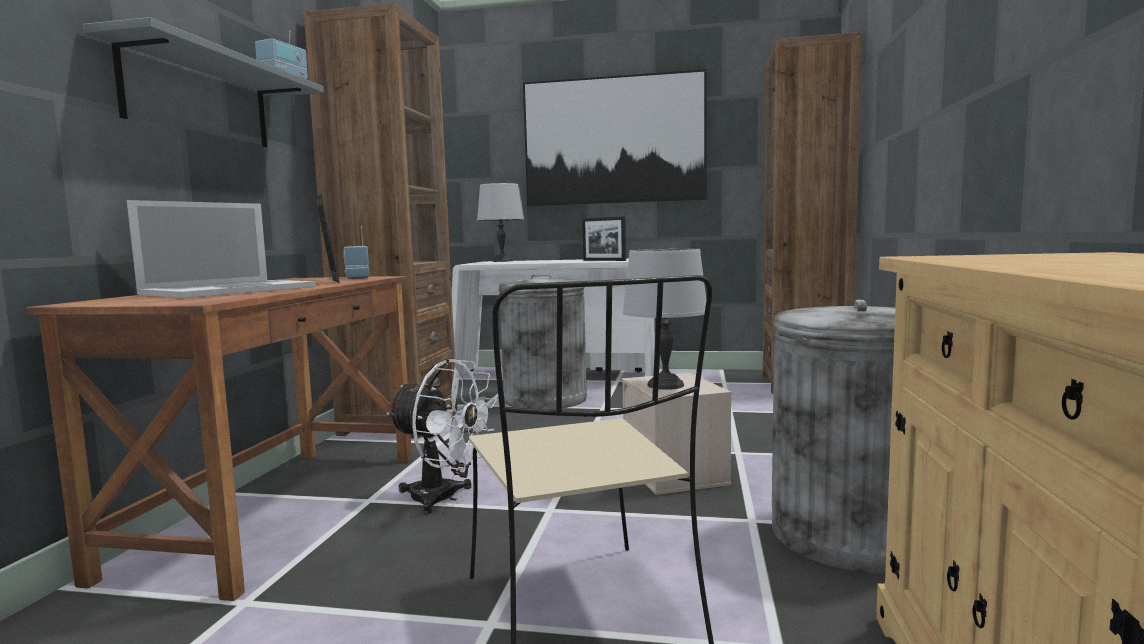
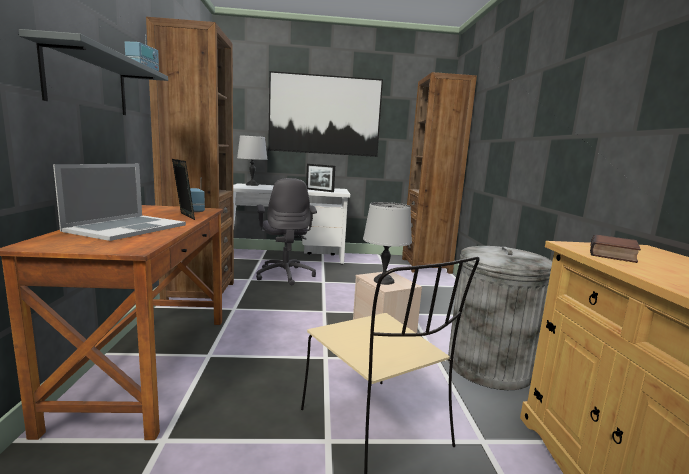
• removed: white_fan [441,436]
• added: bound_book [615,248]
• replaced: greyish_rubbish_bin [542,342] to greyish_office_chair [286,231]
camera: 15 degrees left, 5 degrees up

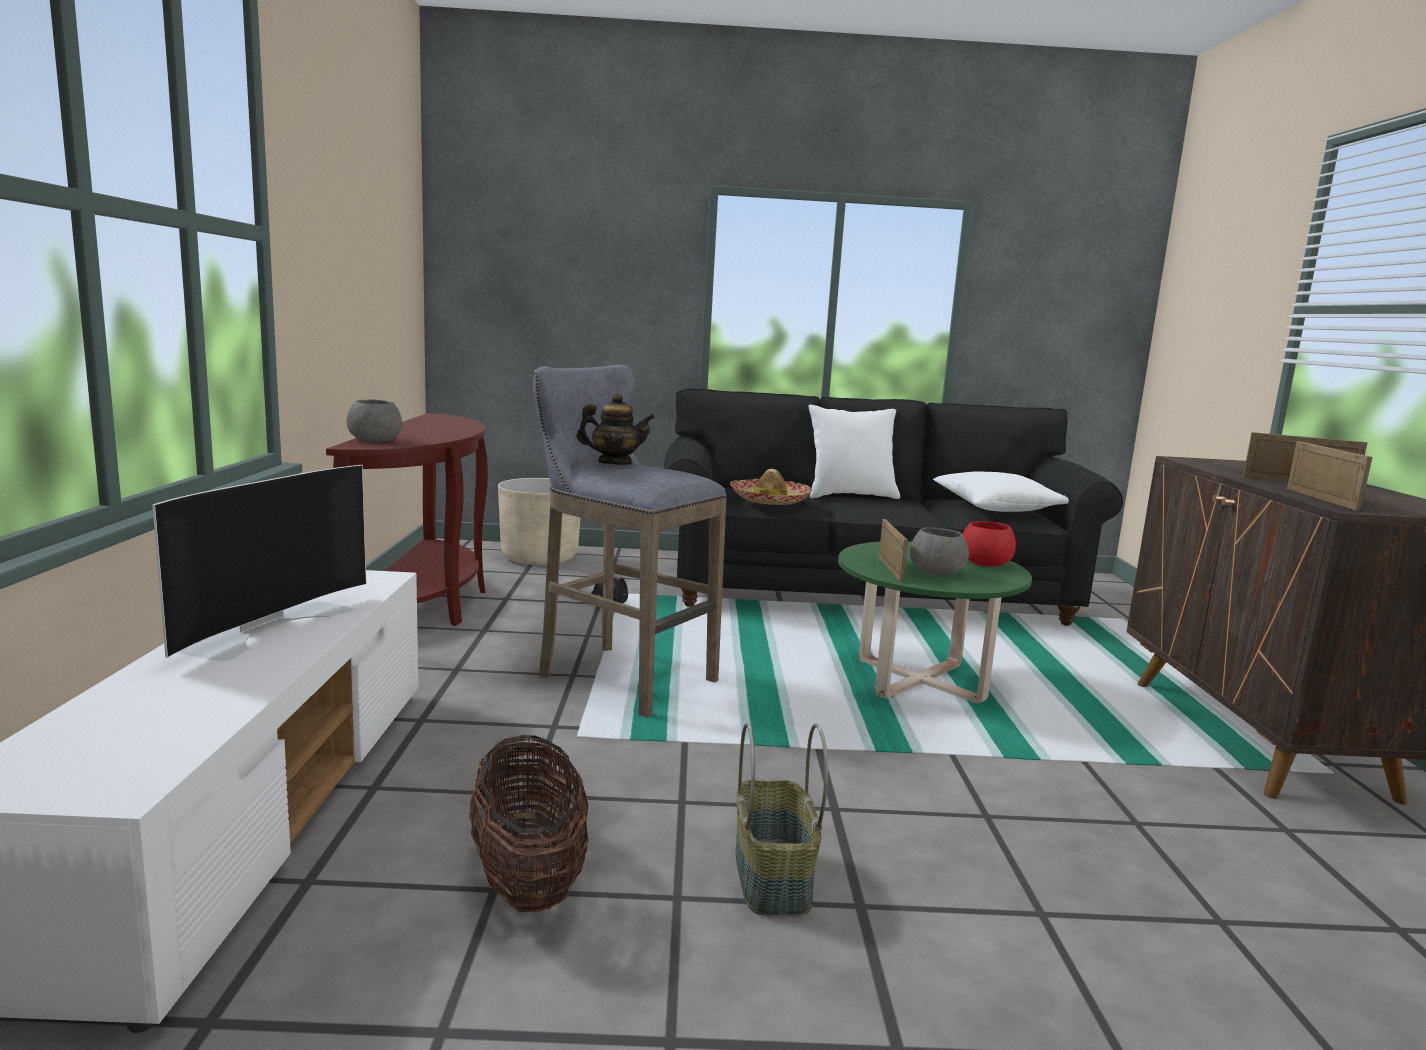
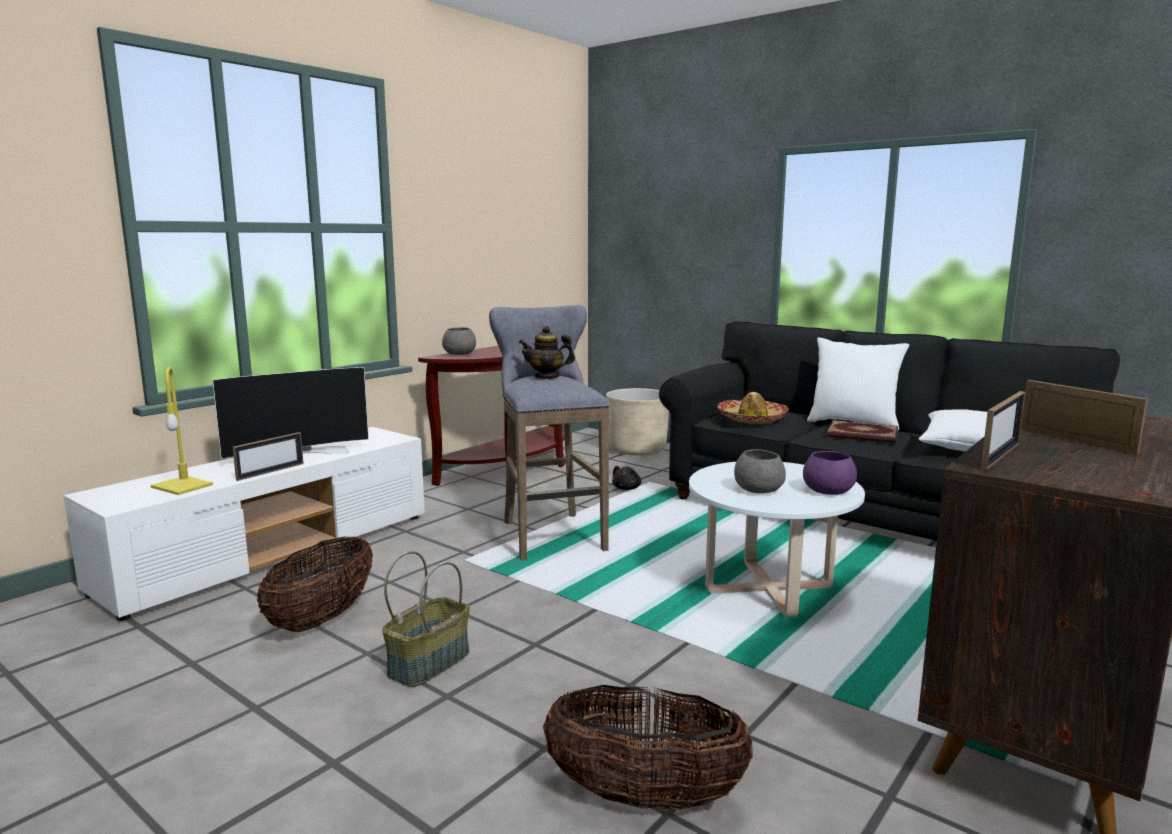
• added: yellow-coloured_tabletop_lamp [182,431]
• added: basket [648,747]
• added: bound_book [862,432]
• moved: picture_frame [893,550] to [268,456]
• recoloured: greenish_lounge_table [935,622] to white_lounge_table [777,539]
• recoloured: red-coloured_bowl [989,543] to purplish_bowl [830,473]
• turned: pot_for_tea [616,429] = [547,352] 135 degrees clockwise
camera: 40 degrees right, 0 degrees up

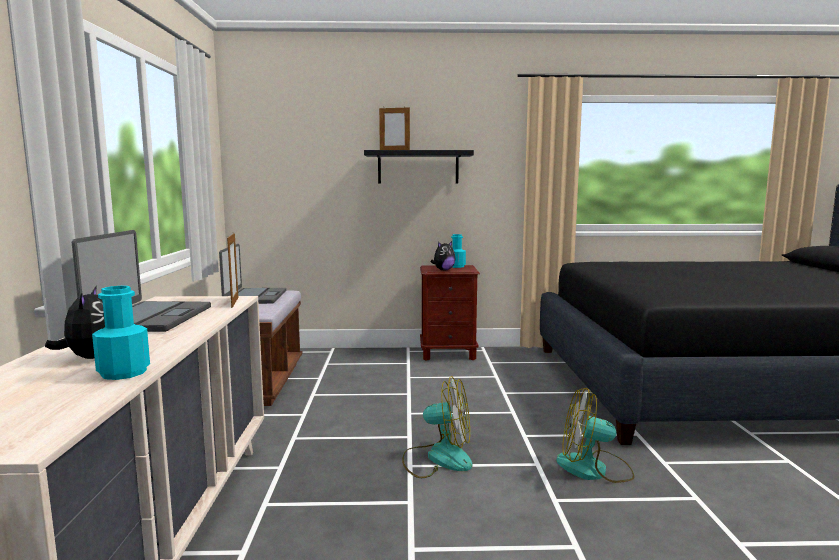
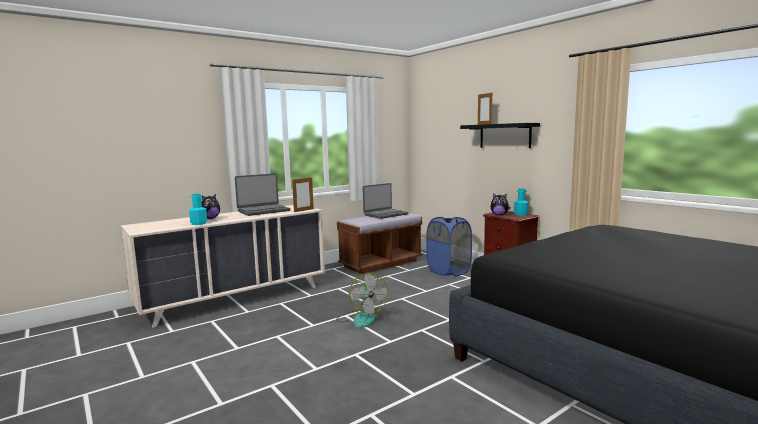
• removed: fan [596,435]
• added: bluish_laundry_basket [449,246]
camera: 55 degrees right, 0 degrees up

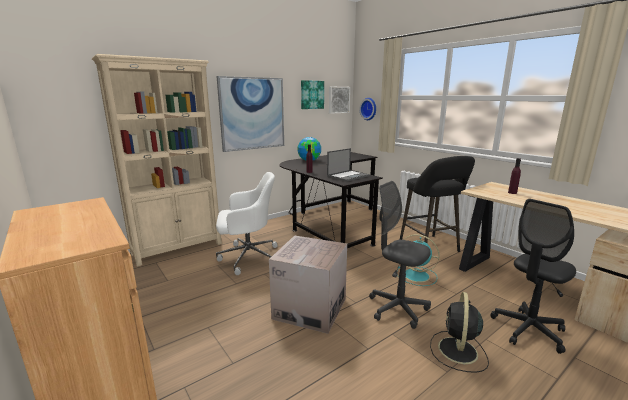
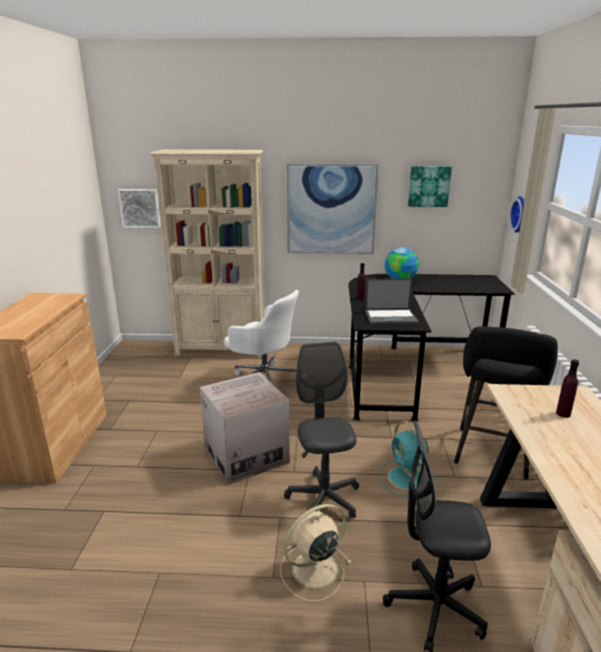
• moved: wall_picture [339,100] to [139,208]
• recoloured: black_fan [459,332] to sand-coloured_fan [316,553]
camera: 40 degrees right, 5 degrees up

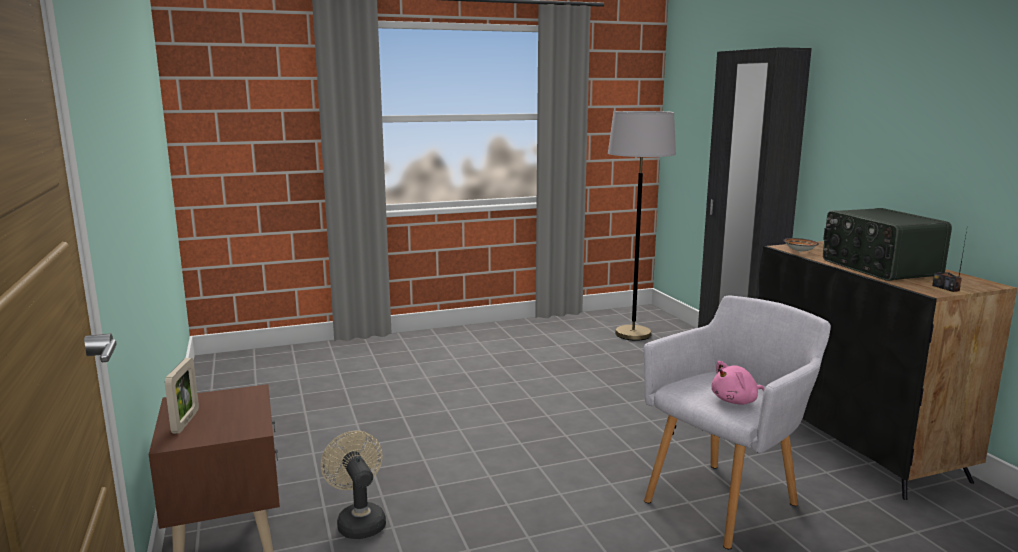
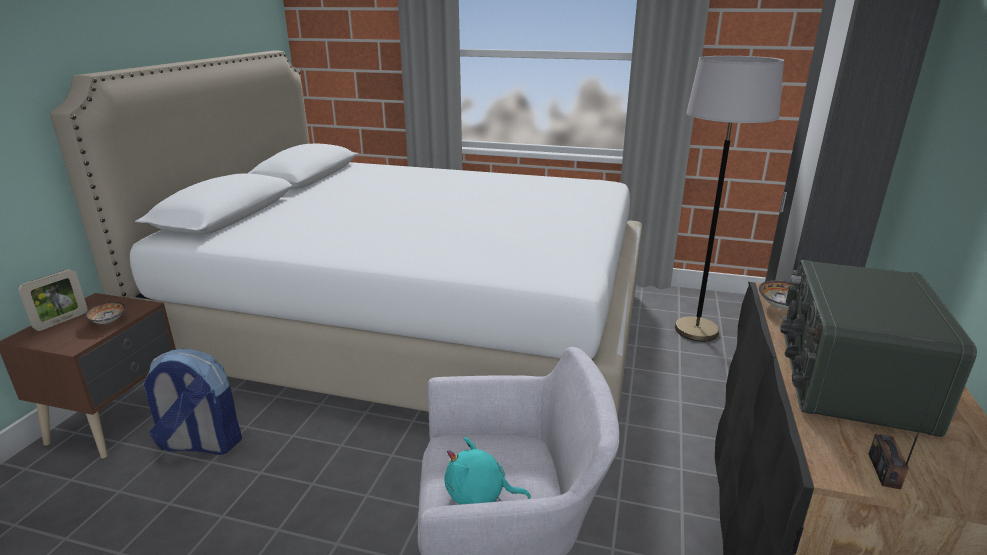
• added: white_bedroom_bed [346,234]
• added: bowl [105,313]
• replaced: sand-coloured_fan [353,485] to backpack [192,401]
• recoloured: pink-coloured_cuddly_toy [738,383] to blue-green_cuddly_toy [488,471]
camera: 35 degrees right, 10 degrees up

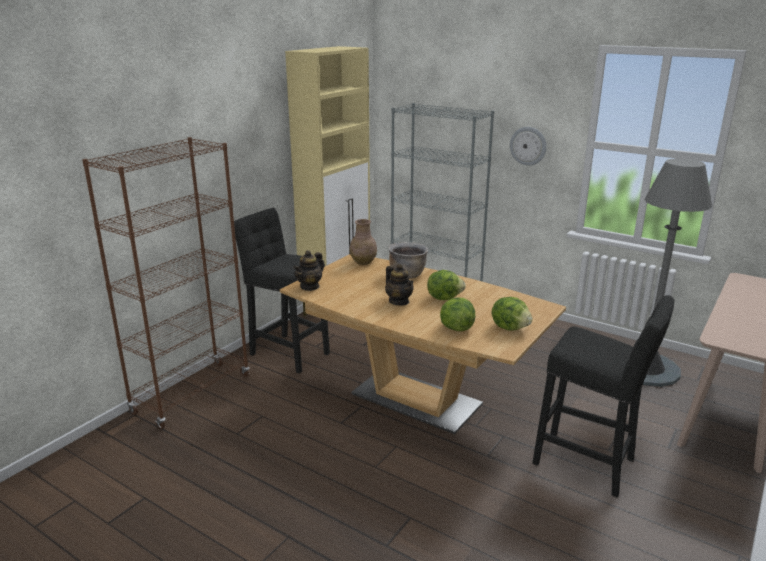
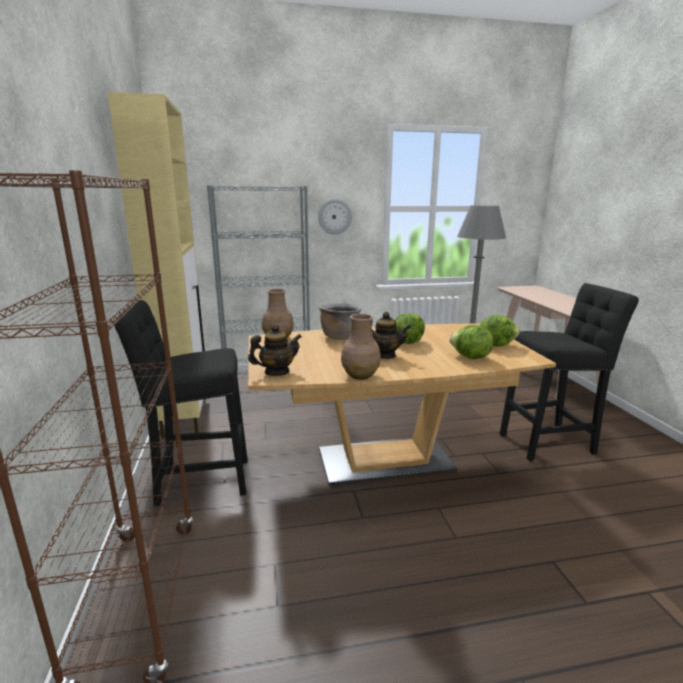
• added: brown-coloured_flower_vase [361,347]
• turned: pot_for_tea [308,270] = [275,350] 105 degrees counterclockwise
camera: 45 degrees left, 5 degrees down

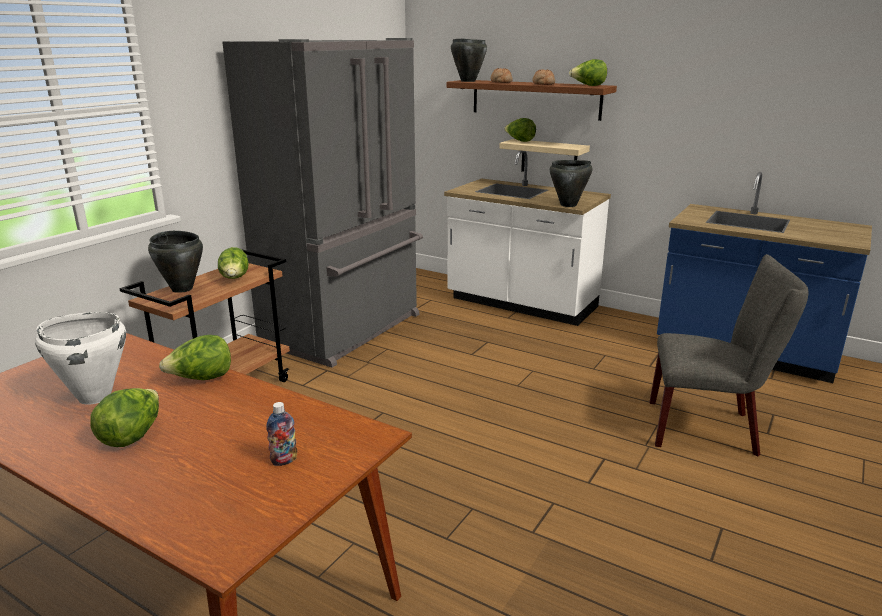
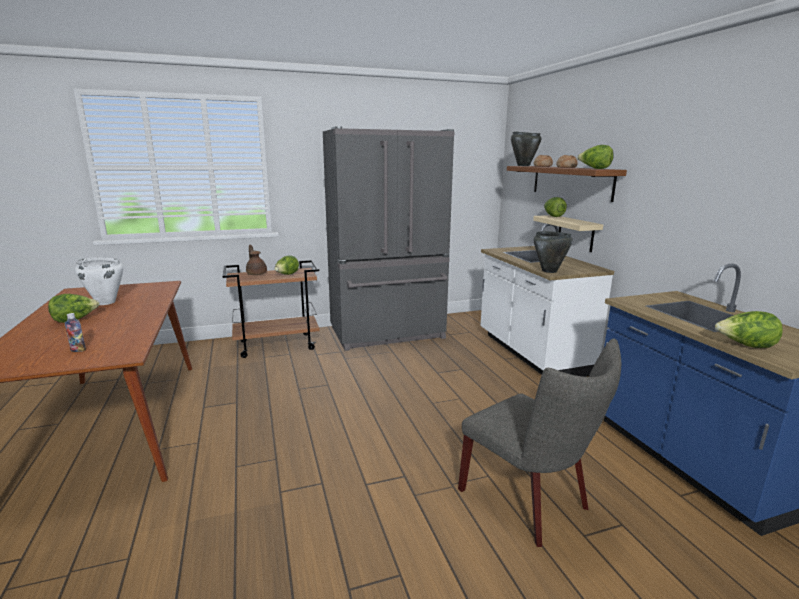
• moved: lettuce [195,357] to [749,329]
• replaced: black_stockpot [175,262] to brown-coloured_pot_for_tea [256,260]
camera: 40 degrees right, 5 degrees down

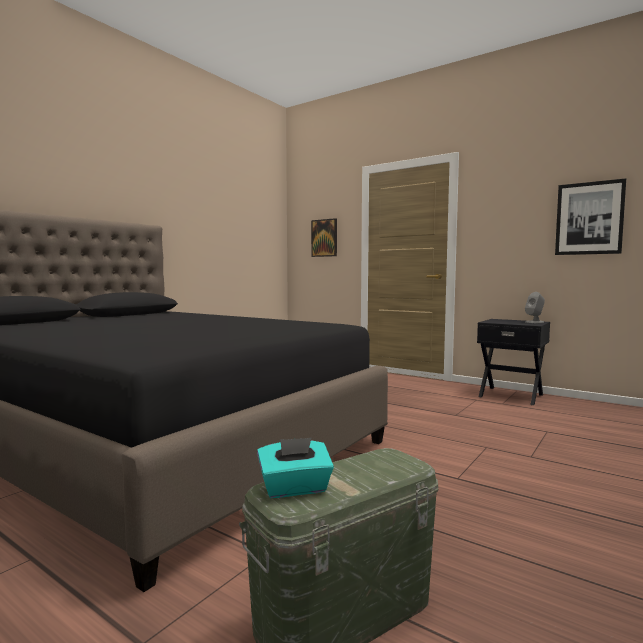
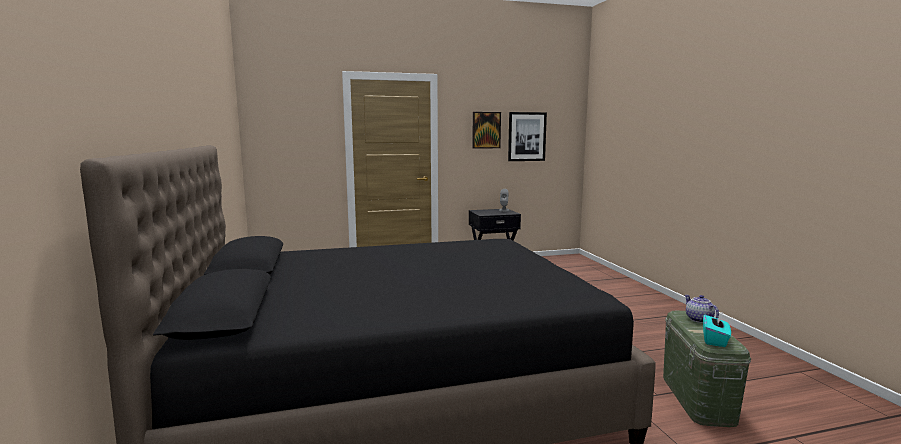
• added: pot_for_tea [702,309]
• moved: wall_picture [324,237] to [486,130]
camera: 50 degrees left, 5 degrees up

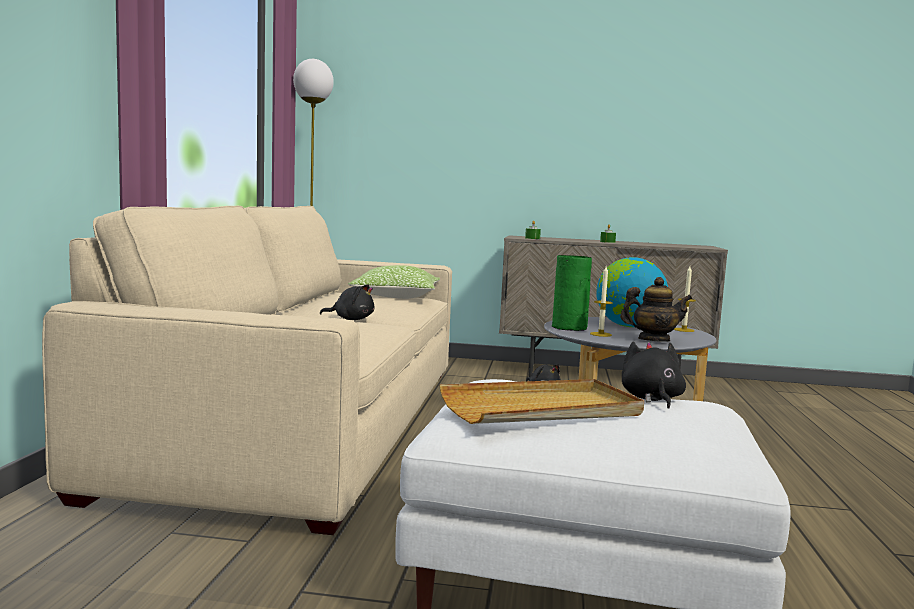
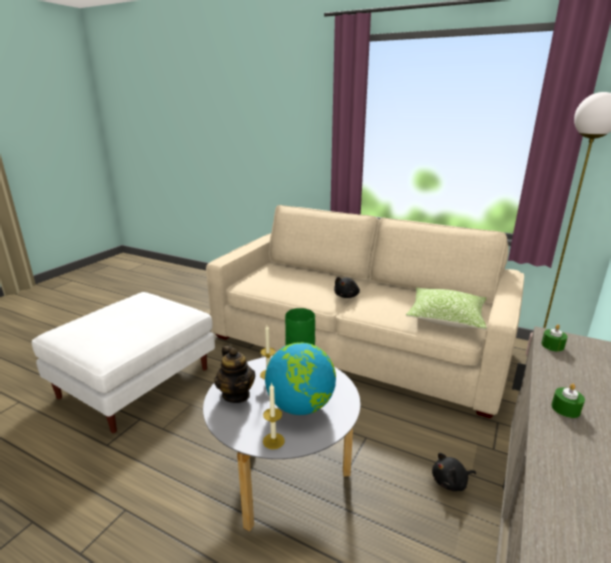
• removed: sand-coloured_serving_tray [541,401]
• removed: black_cuddly_toy [654,375]
• turned: pot_for_tea [656,309] = [234,374] 45 degrees counterclockwise
camera: 110 degrees right, 15 degrees up

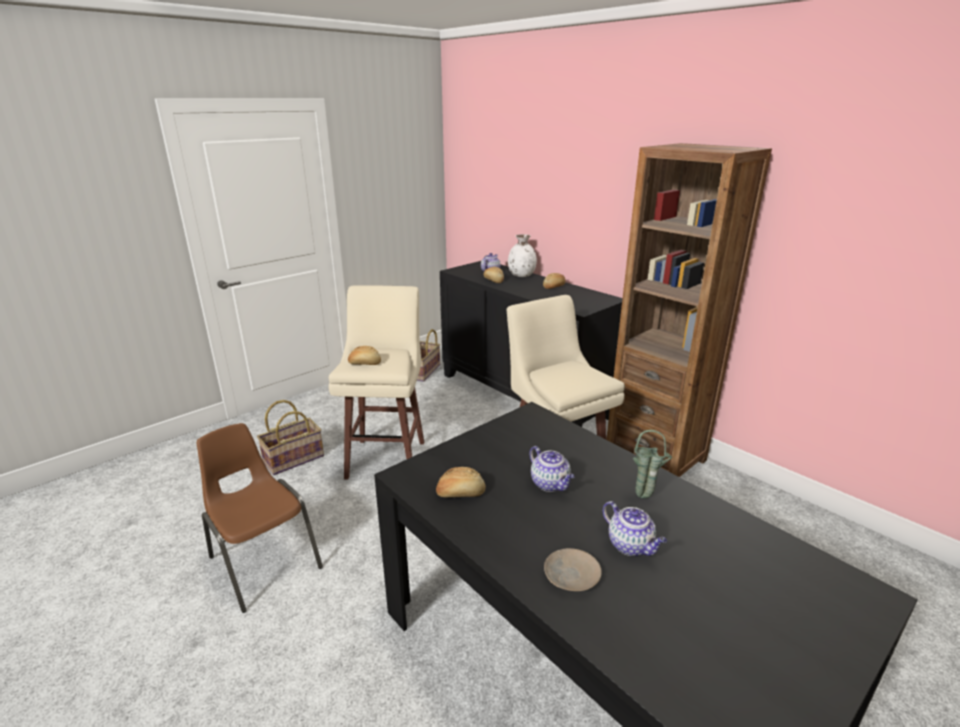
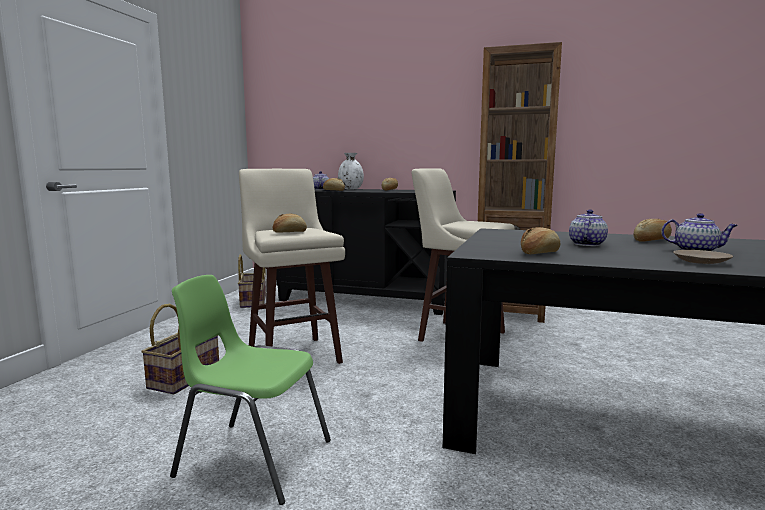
• replaced: greenish_flower_vase [652,464] to baked_bread [652,230]
• recoloured: brown-coloured_plain_chair [259,518] to greenish_plain_chair [250,390]
• turned: pot_for_tea [552,469] = [588,228] 90 degrees counterclockwise
camera: 30 degrees left, 15 degrees down

